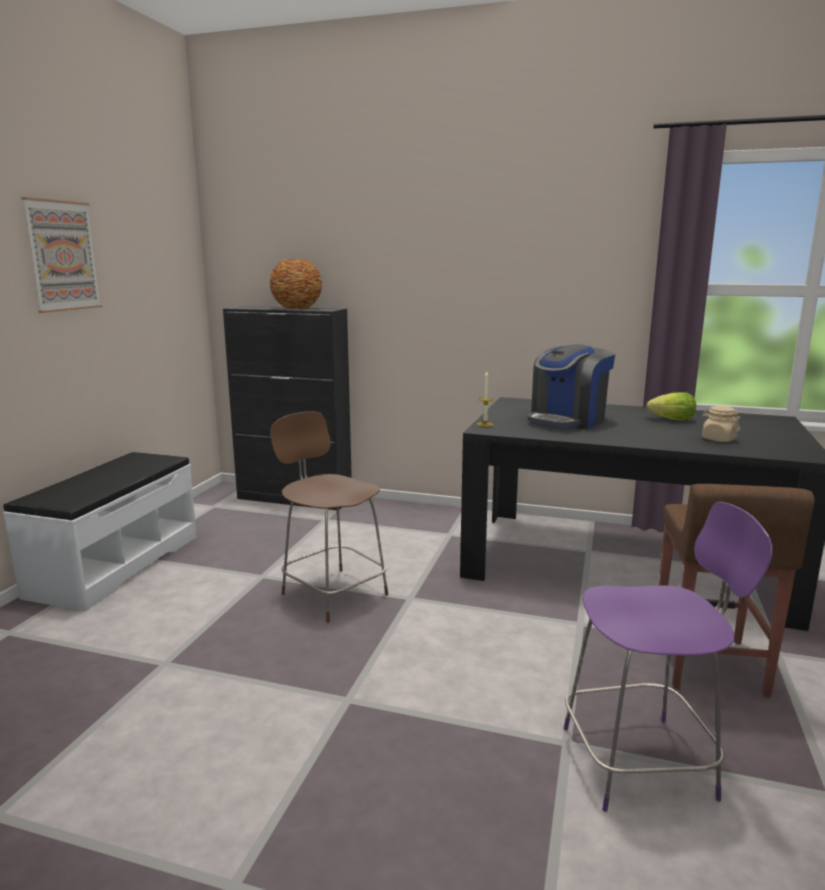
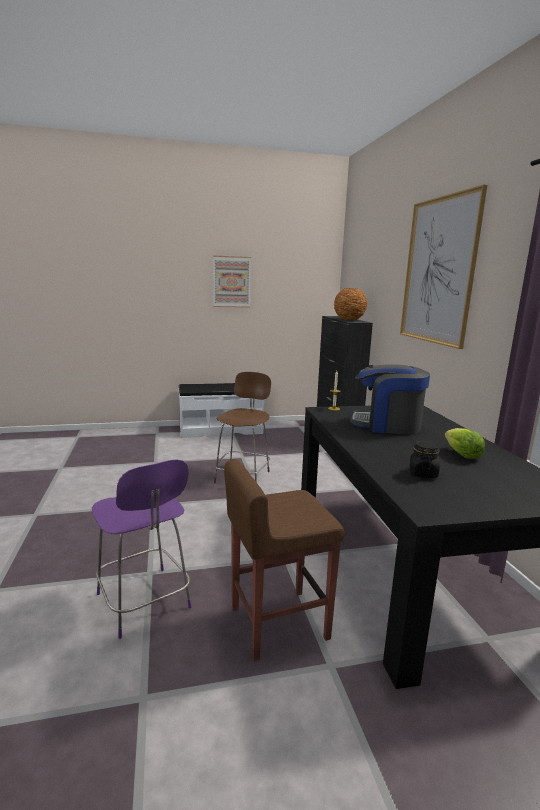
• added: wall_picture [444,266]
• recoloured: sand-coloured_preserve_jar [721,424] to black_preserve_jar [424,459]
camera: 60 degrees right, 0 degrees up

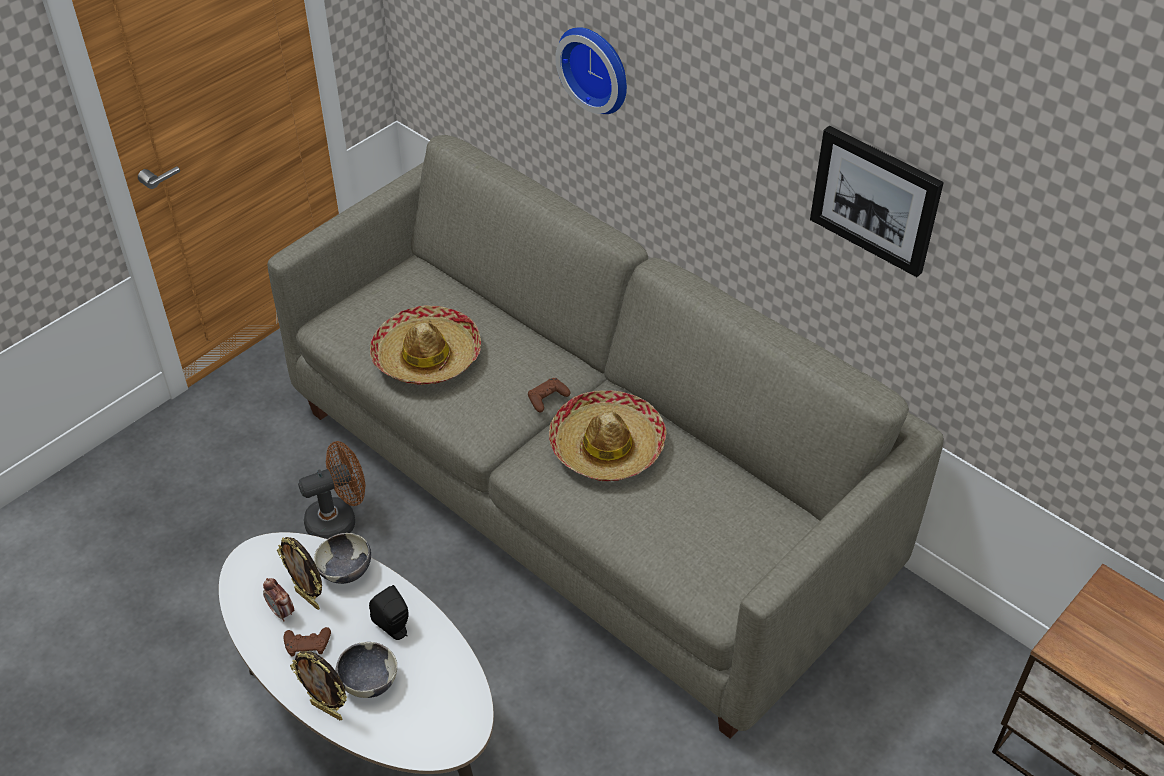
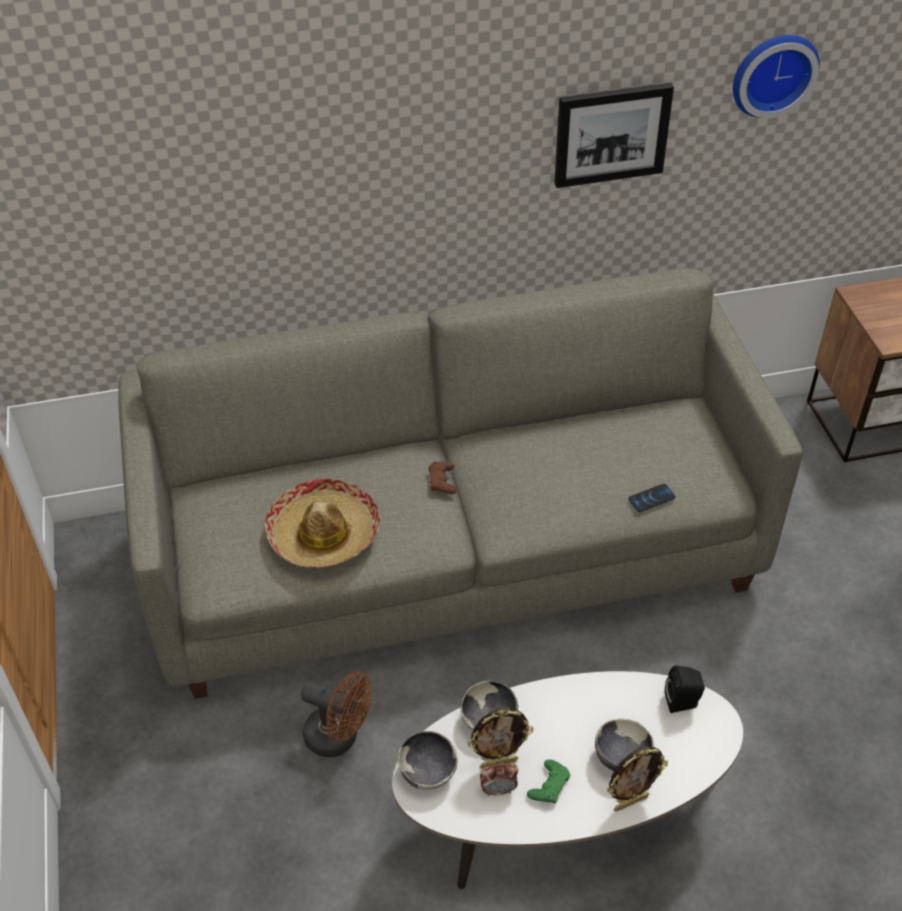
• removed: hat [608,436]
• added: bowl [427,760]
• added: handset [652,498]
• moved: black_audio_speaker [389,612] to [685,689]
• moved: hanging_clock [591,70] to [776,76]
• recoloured: brown-coloured_game_controller [307,642] to greenish_game_controller [548,782]
• turned: brown-coloured_fan [331,490] = [336,714] 105 degrees clockwise
camera: 55 degrees left, 0 degrees up

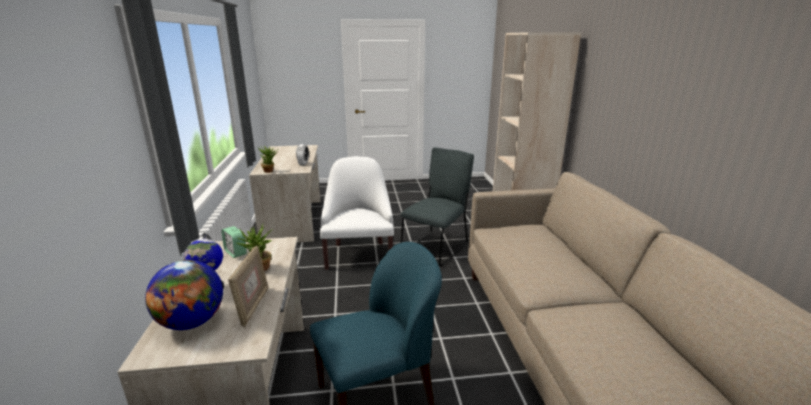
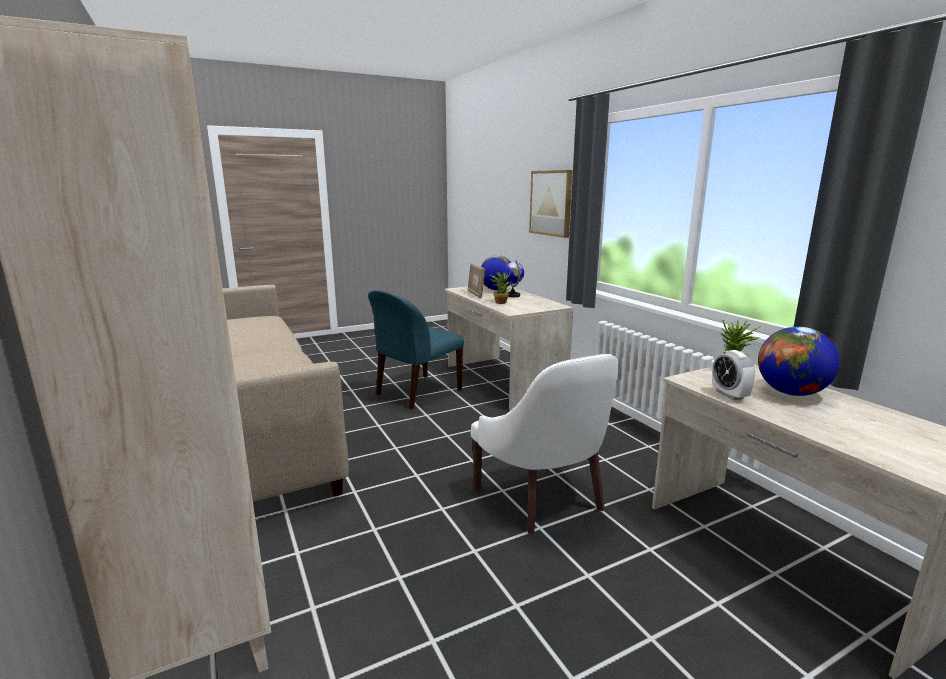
• removed: bedside_clock [234,242]
• removed: greyish_plain_chair [437,206]
• added: wall_picture [551,204]
• added: globe [799,361]
camera: 160 degrees right, 5 degrees down

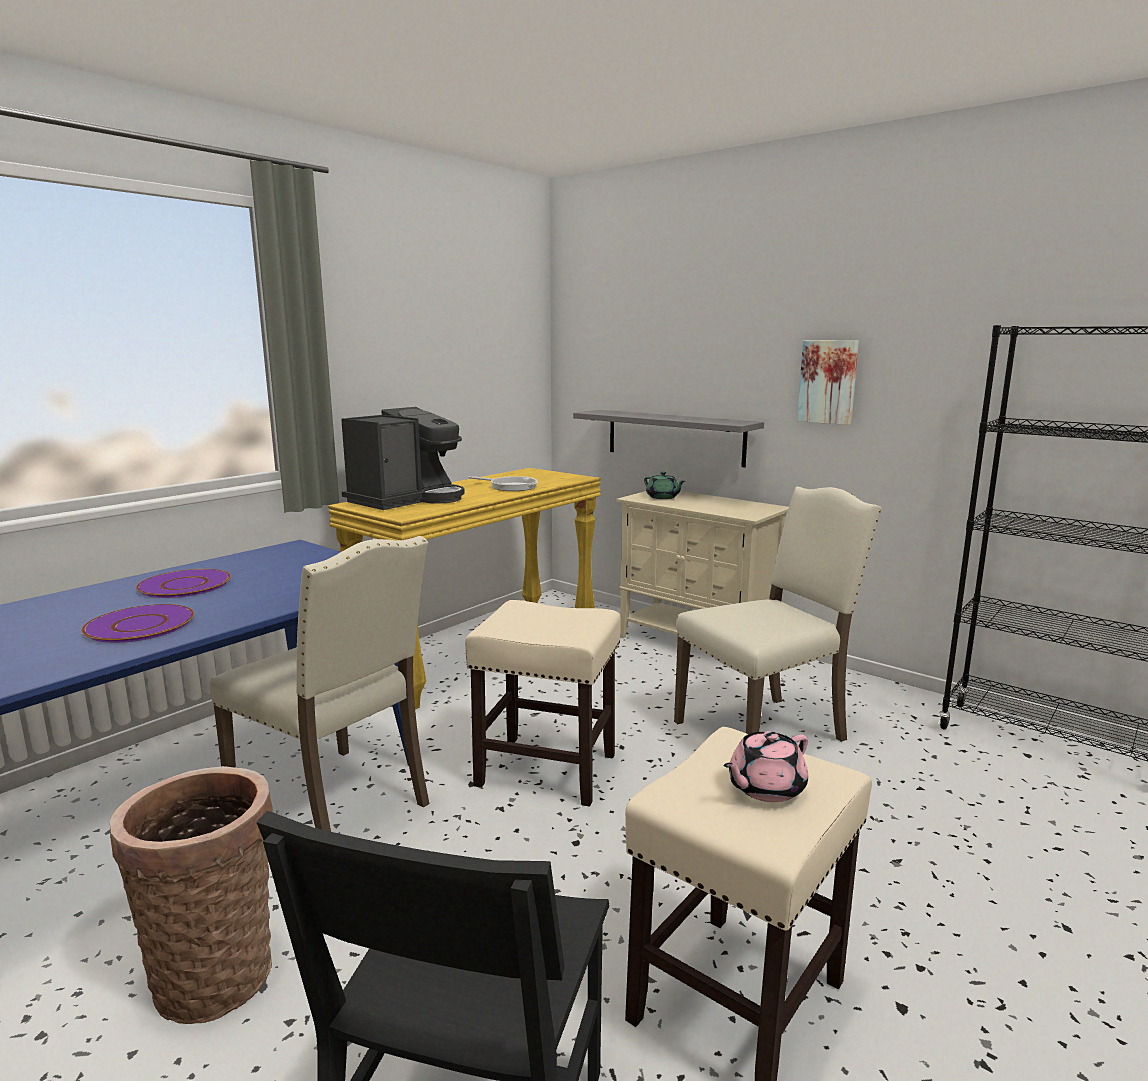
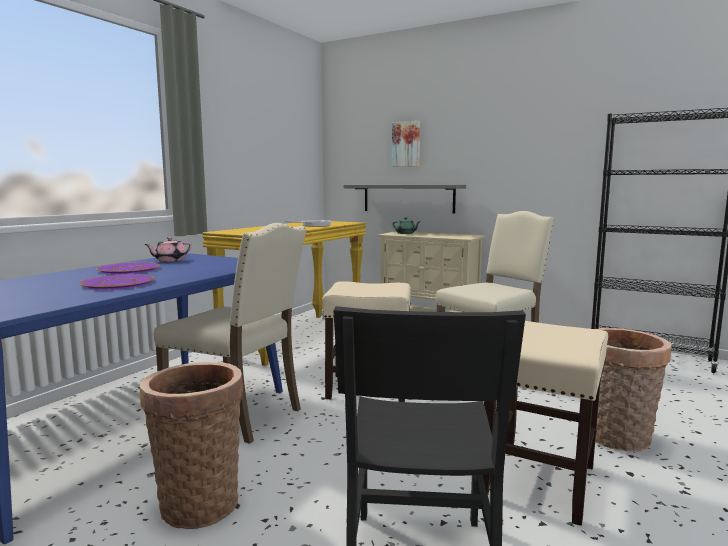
• removed: coffee_maker [403,458]
• added: basket [633,390]
• moved: pink-coloured_pot_for_tea [765,766] to [168,249]
• moved: wall_picture [828,382] to [406,144]
camera: 10 degrees left, 5 degrees down

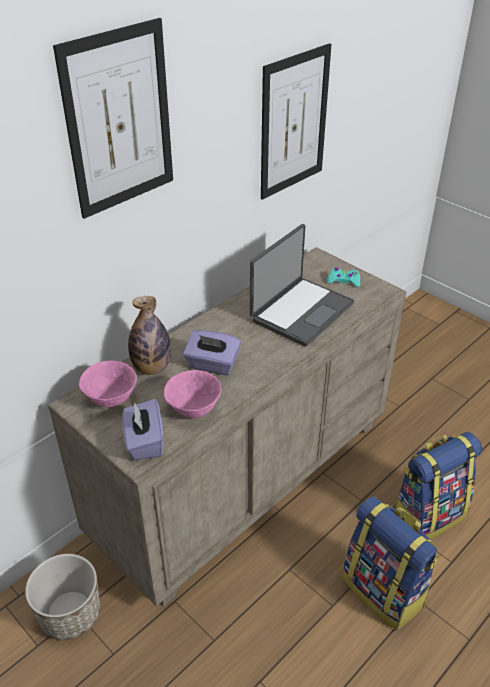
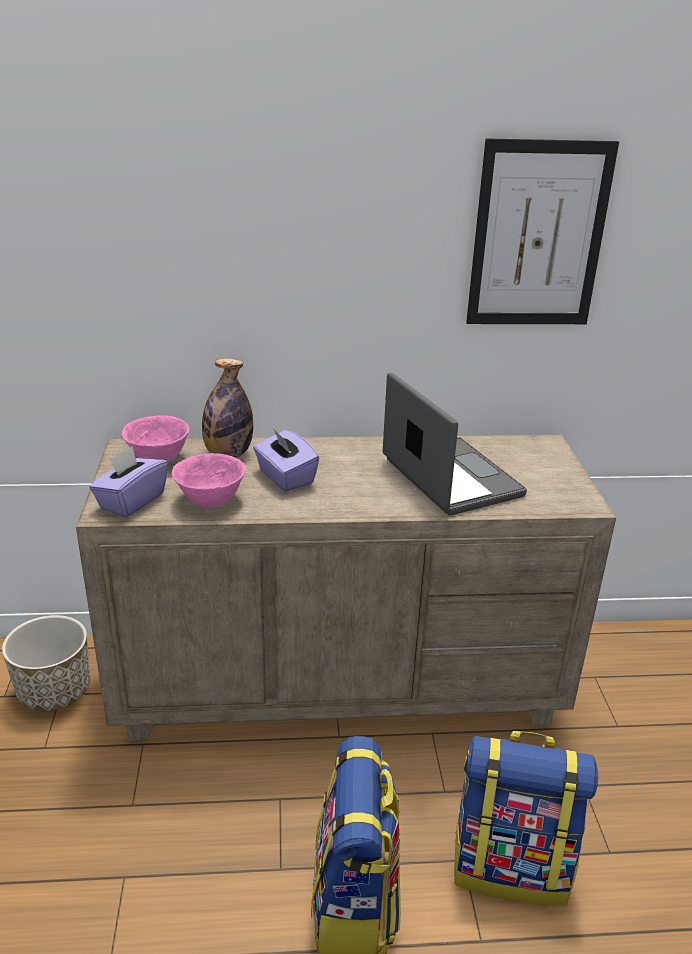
• removed: wall_picture [113,118]
• removed: blue-green_game_controller [343,277]
• turned: laptop [302,285] = [455,444] 105 degrees counterclockwise
camera: 40 degrees right, 10 degrees down

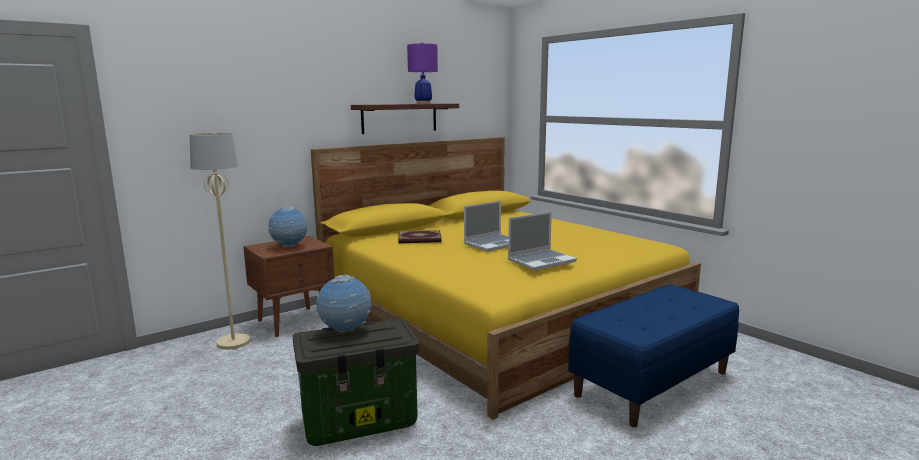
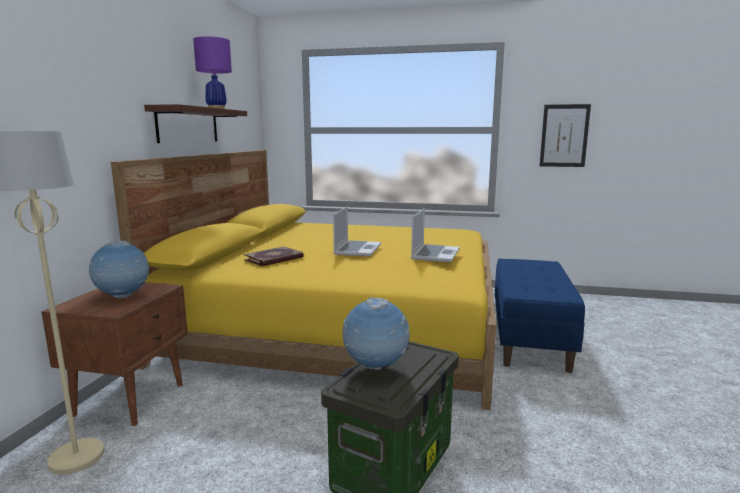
• added: wall_picture [565,135]
camera: 40 degrees left, 0 degrees up

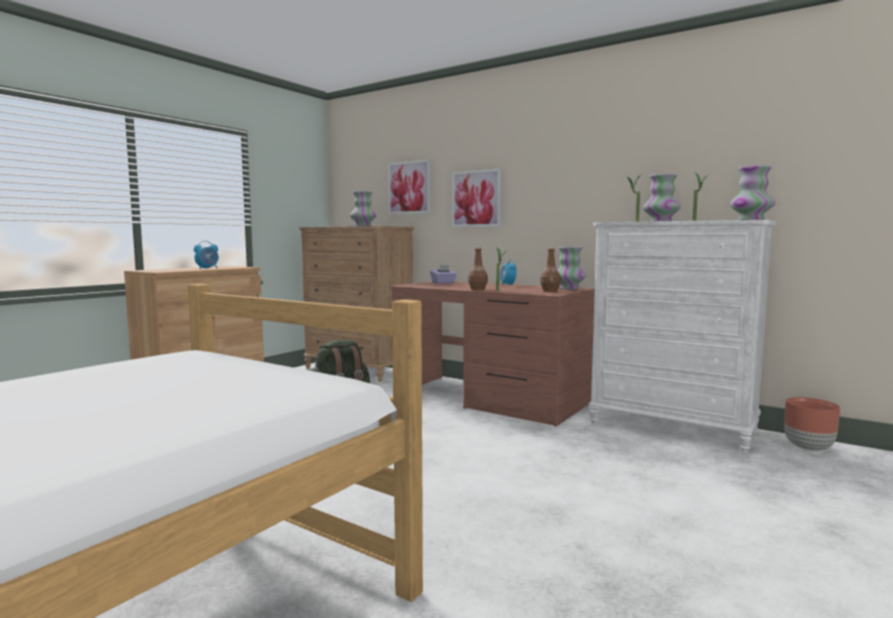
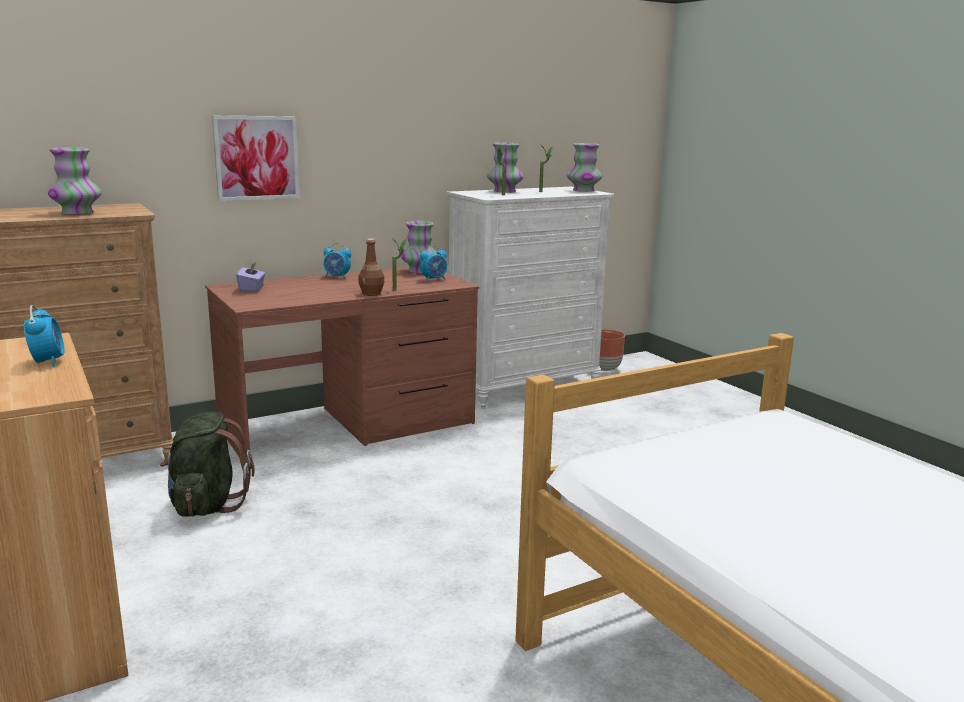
• removed: wall_picture [409,186]
• replaced: brown-coloured_bottle [550,269] to bedside_clock [433,264]
camera: 65 degrees left, 10 degrees up

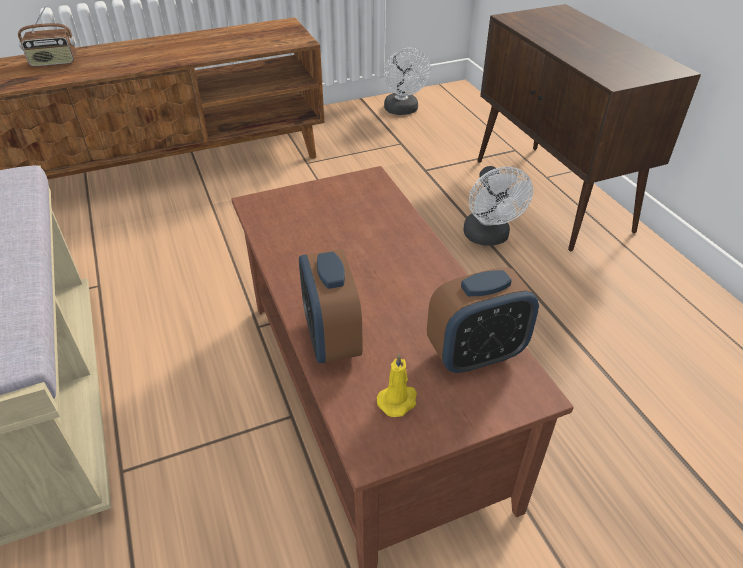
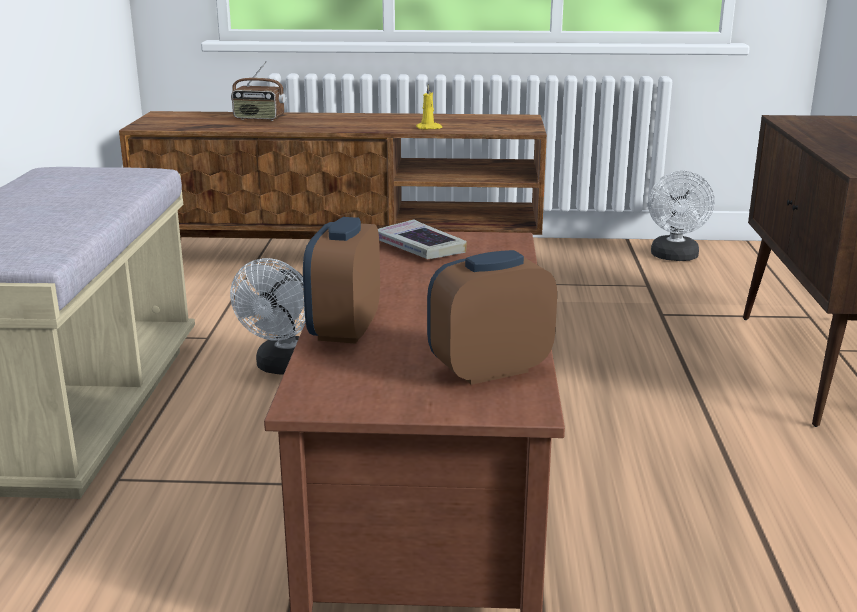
• added: bound_book [422,239]
• moved: yellow-coloured_candle [397,385] to [429,106]
• moved: white_fan [498,206] to [268,316]
• turned: bedside_clock [483,320] = [492,317] 150 degrees clockwise
camera: 25 degrees right, 20 degrees down

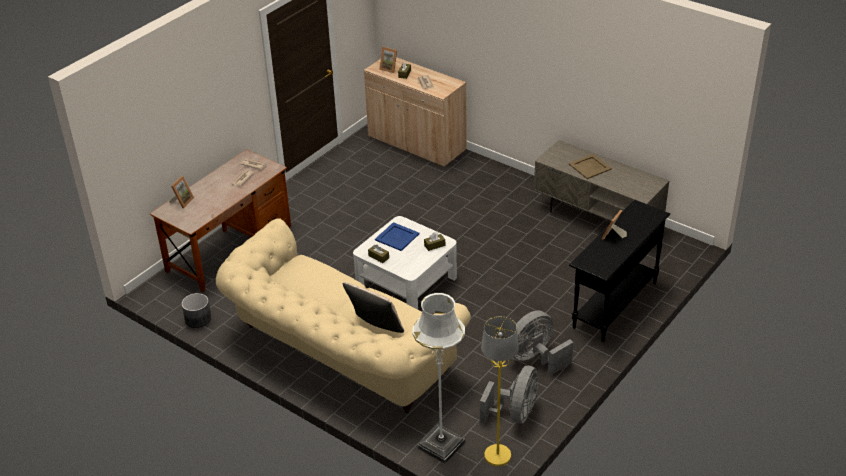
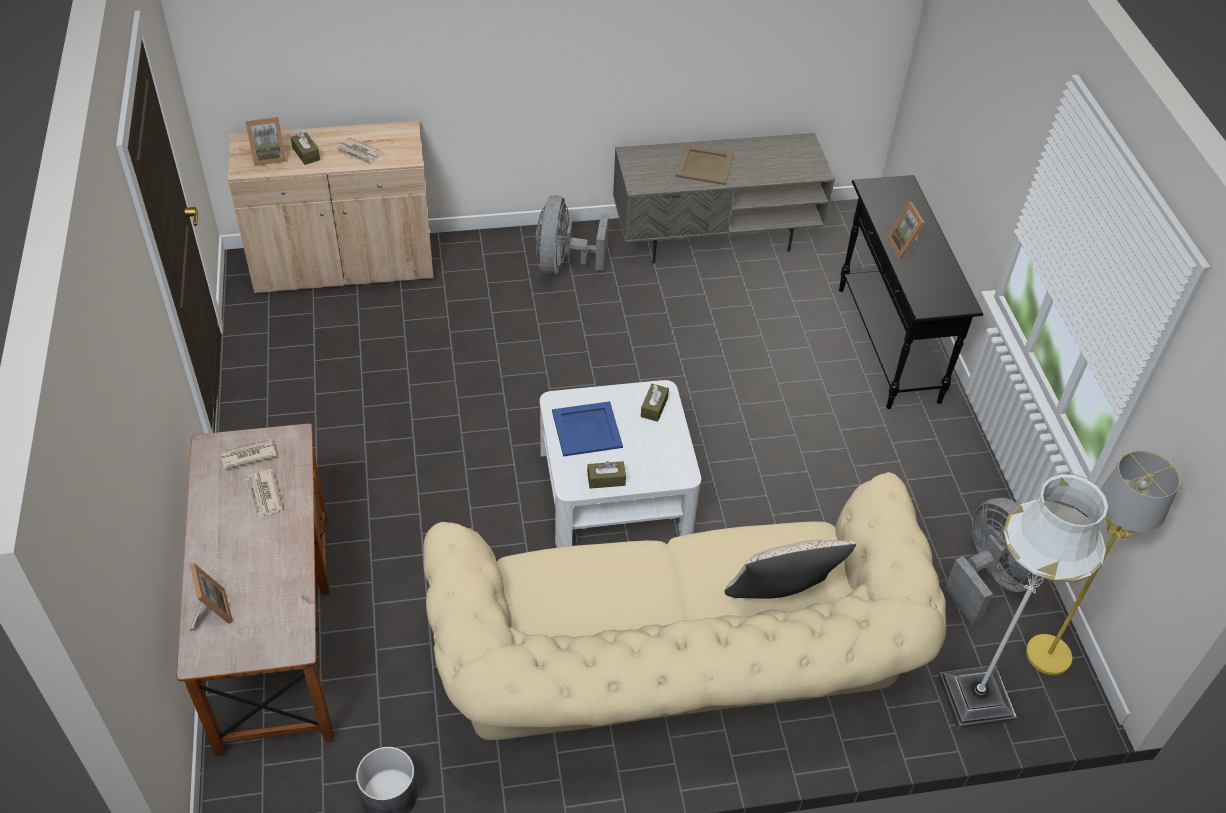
• moved: greyish_fan [543,343] to [572,235]
camera: 50 degrees left, 10 degrees up

